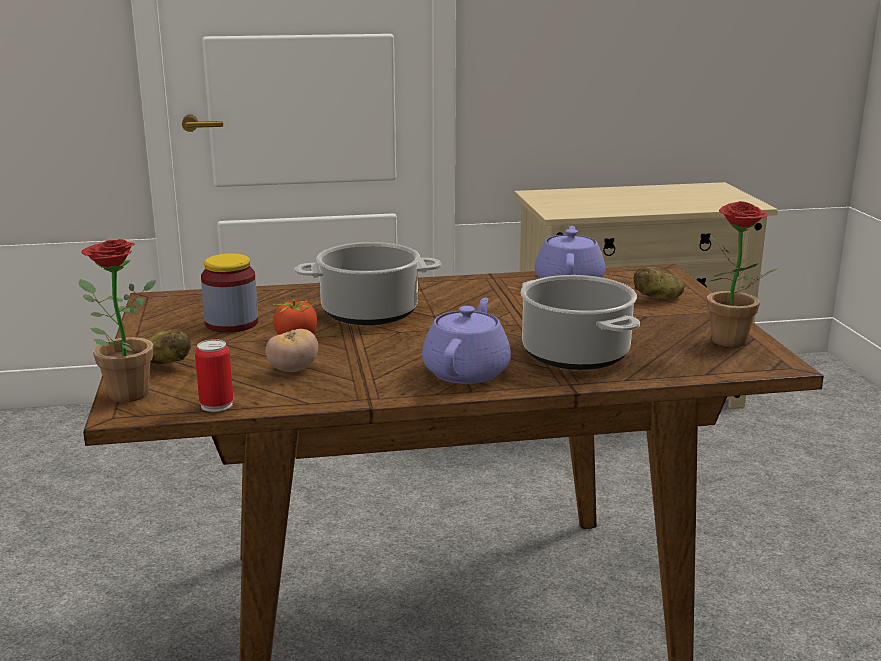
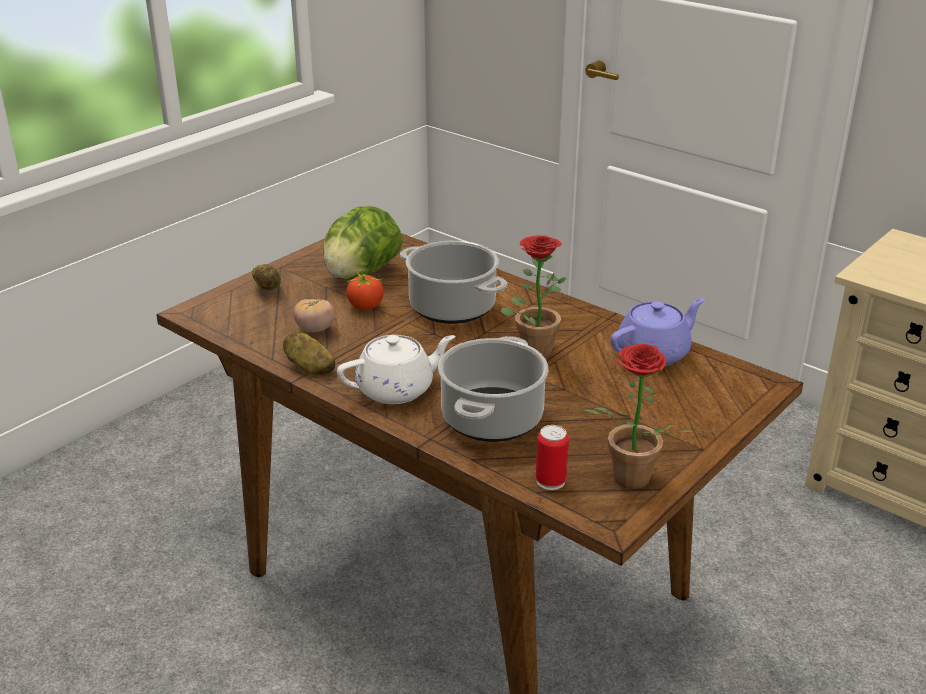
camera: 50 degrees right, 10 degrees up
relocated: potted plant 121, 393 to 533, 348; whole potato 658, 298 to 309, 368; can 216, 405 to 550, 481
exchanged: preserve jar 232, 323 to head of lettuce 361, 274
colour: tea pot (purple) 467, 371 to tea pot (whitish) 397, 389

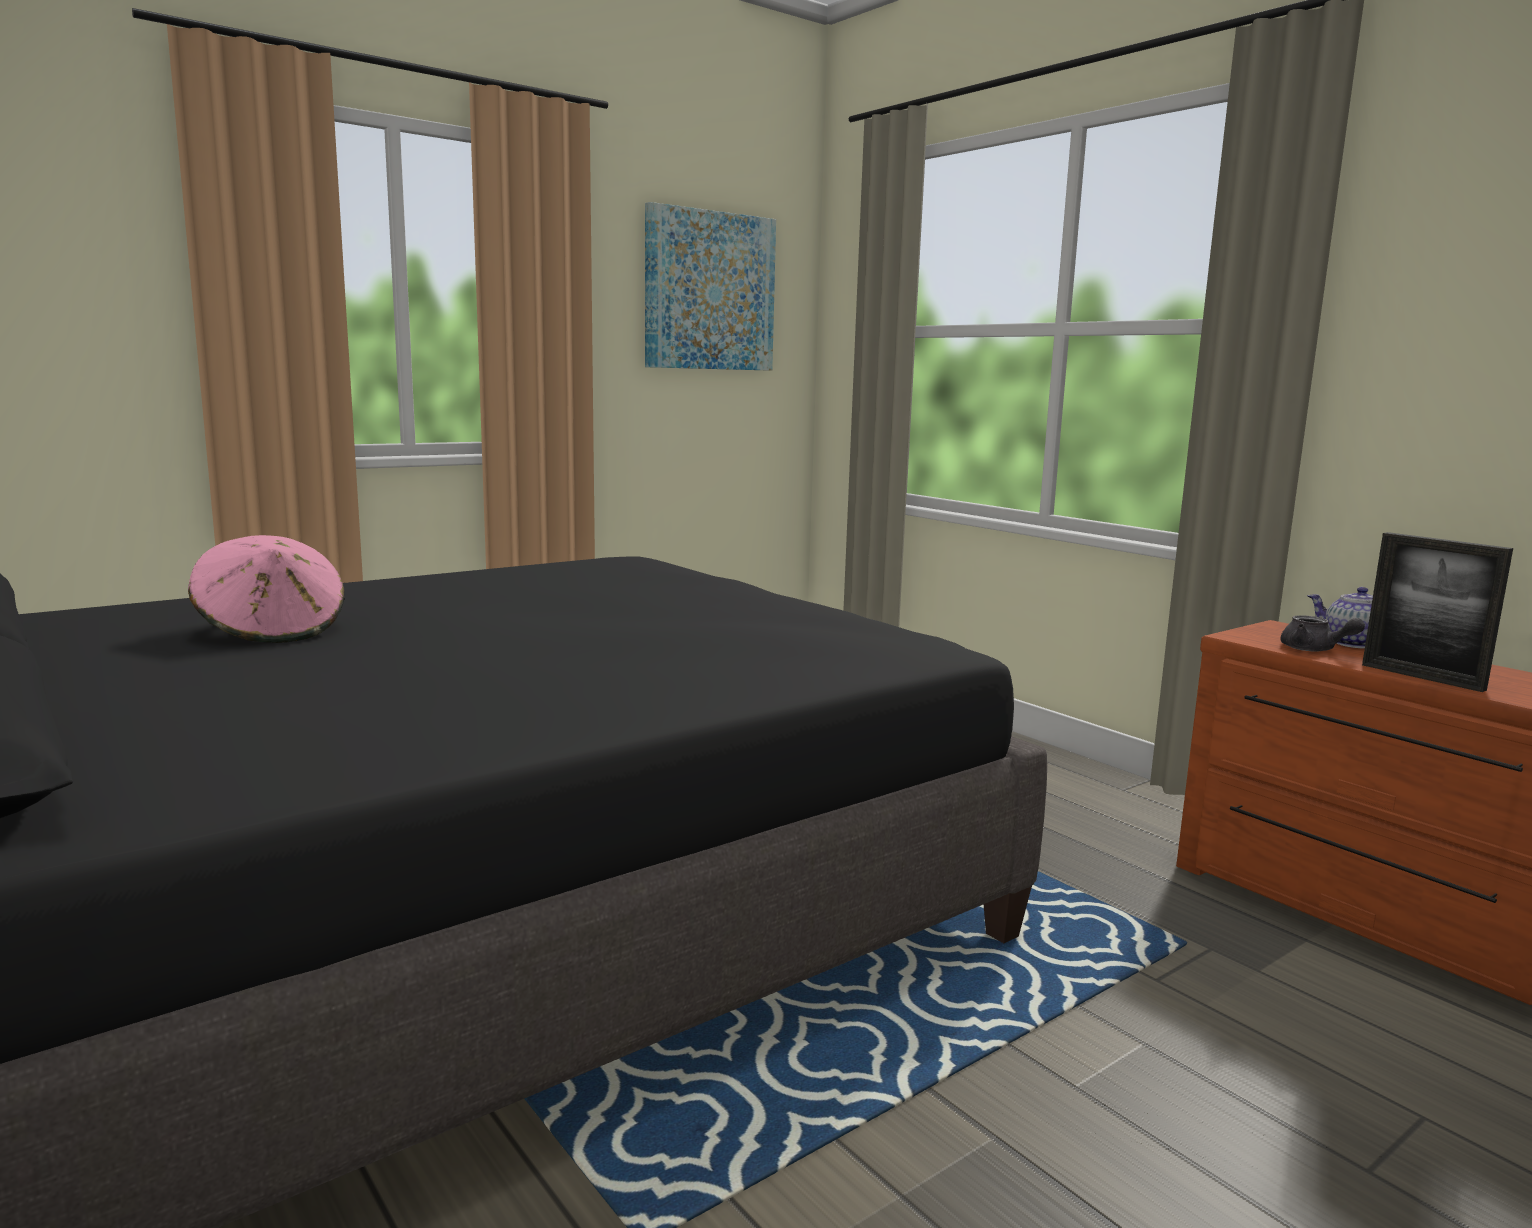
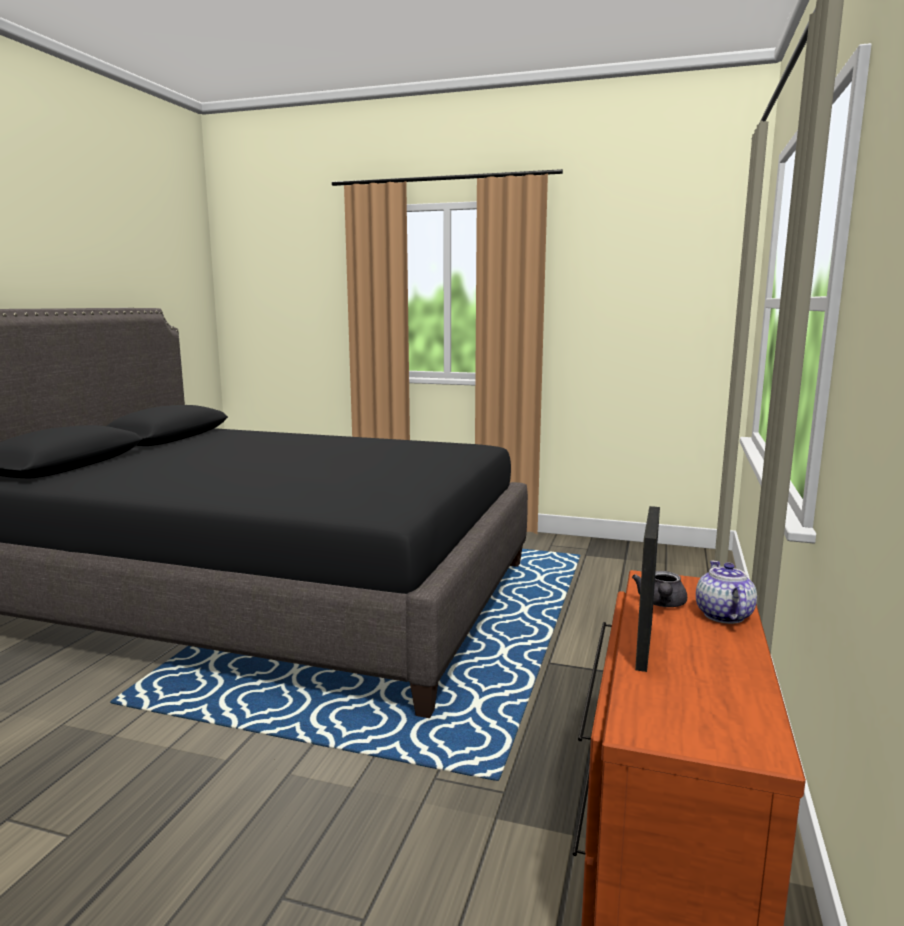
camera: 55 degrees right, 0 degrees up
missing: wall art 709, 291; clothing hat (pinkish) 272, 631

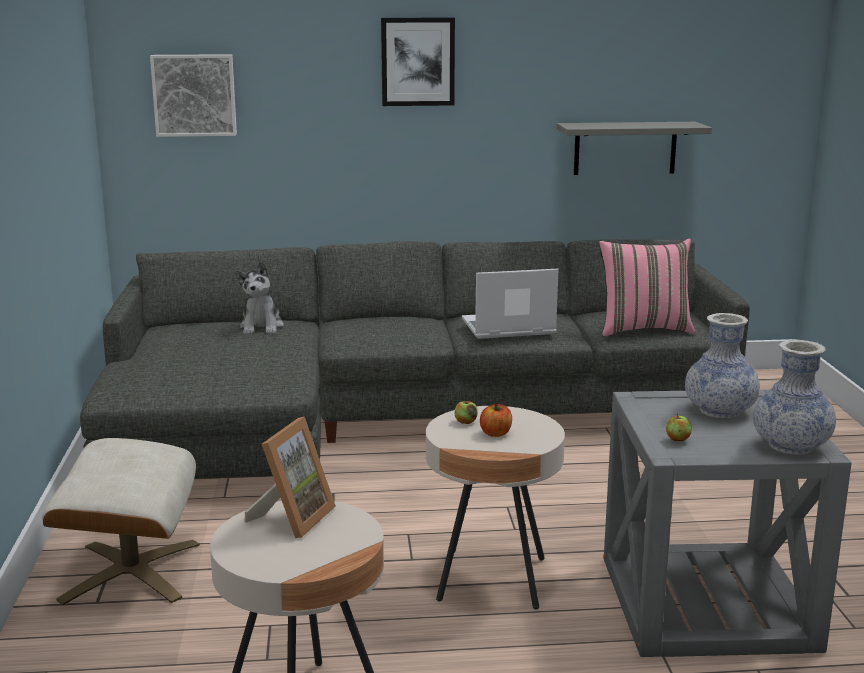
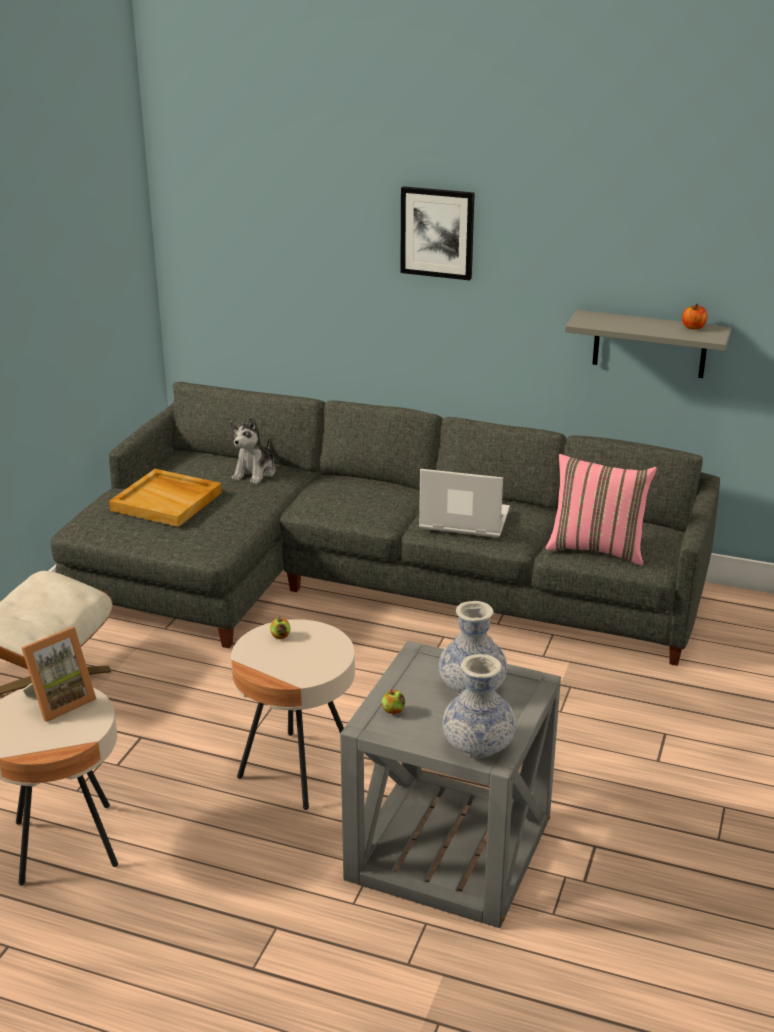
camera: 25 degrees right, 10 degrees up
missing: wall art 194, 95
appeared: carrying tray (beige) 167, 501
relocated: apple fruit 496, 433 to 693, 327

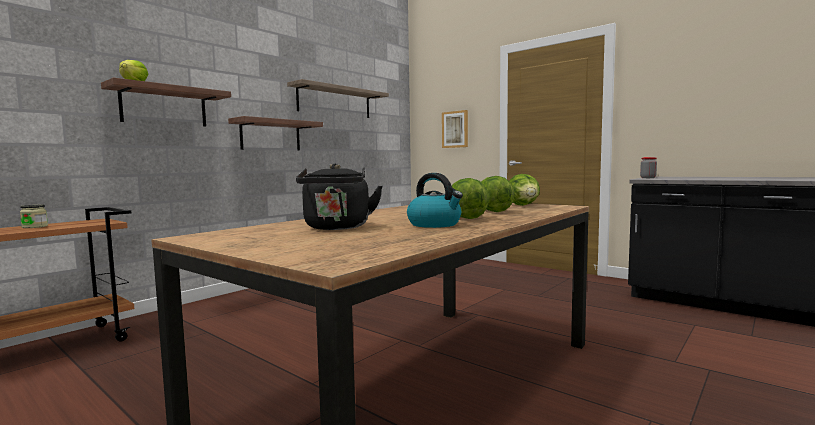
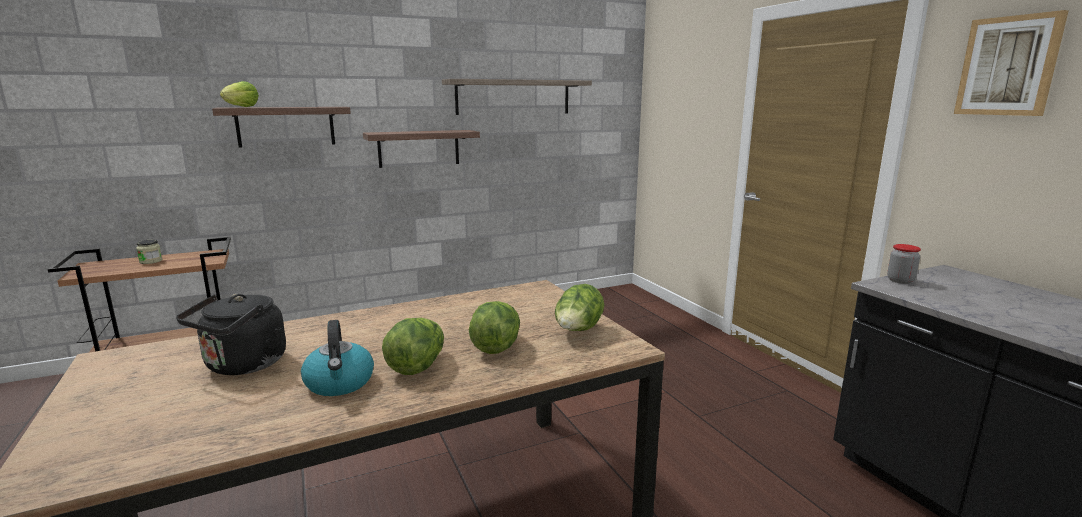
camera: 25 degrees right, 10 degrees up
relocated: wall art 455, 129 to 1008, 66

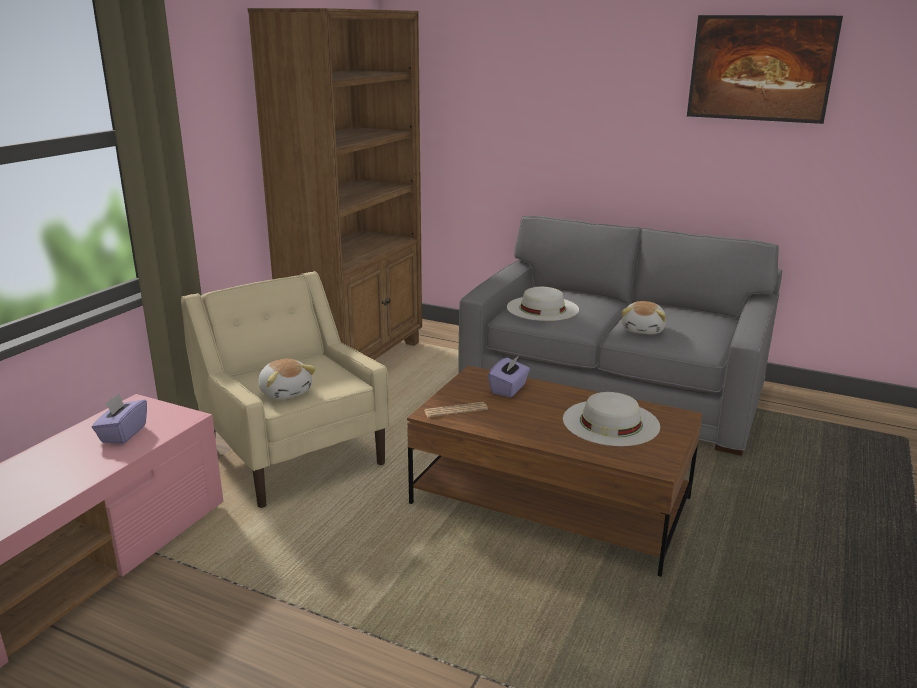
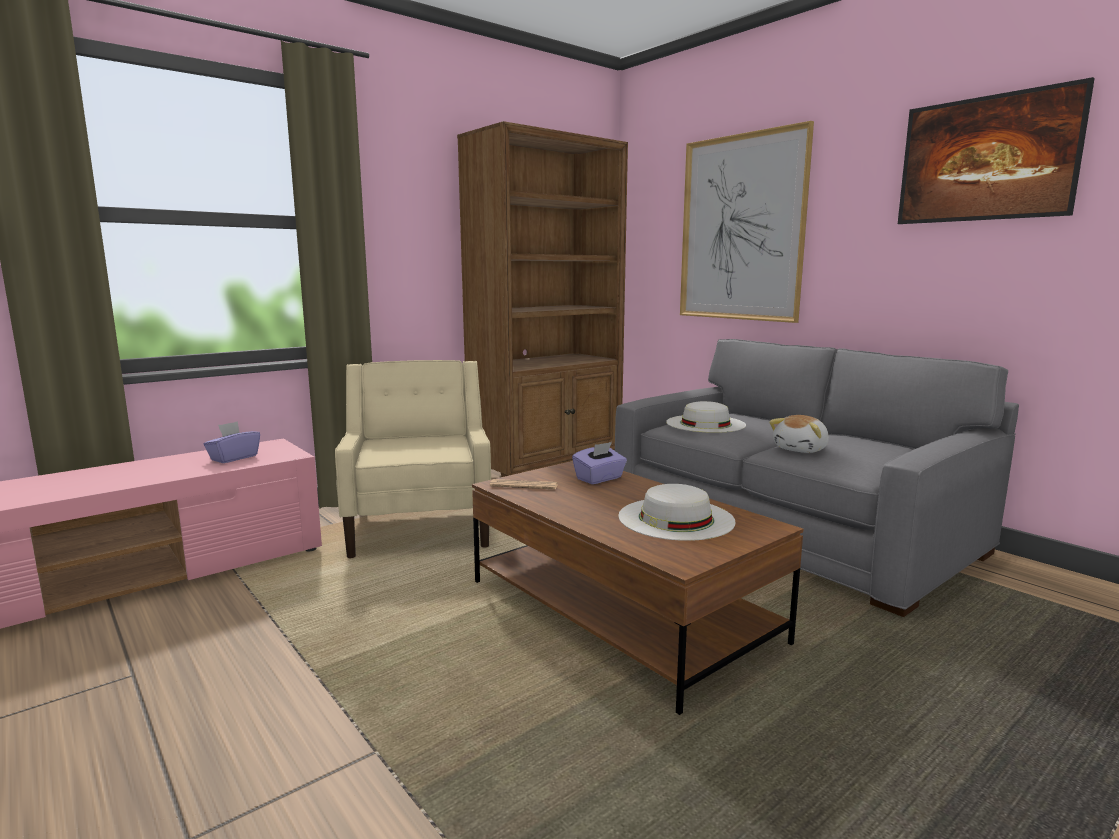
camera: 25 degrees right, 10 degrees down
missing: plush toy 286, 392
appeared: wall art 741, 228

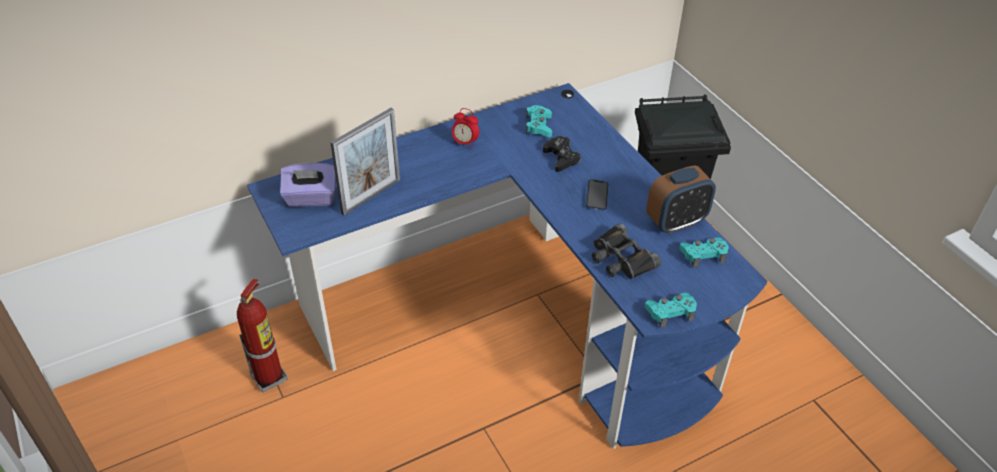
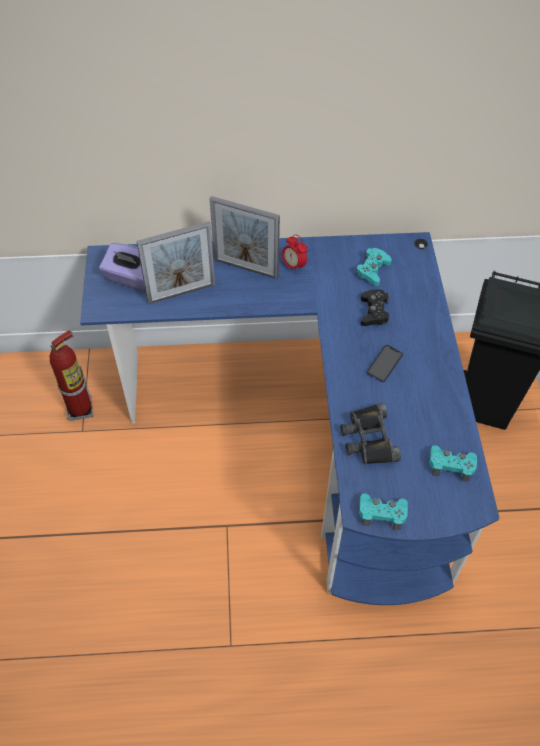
camera: 25 degrees right, 10 degrees up
missing: table clock 676, 222
appeared: photo frame 246, 268

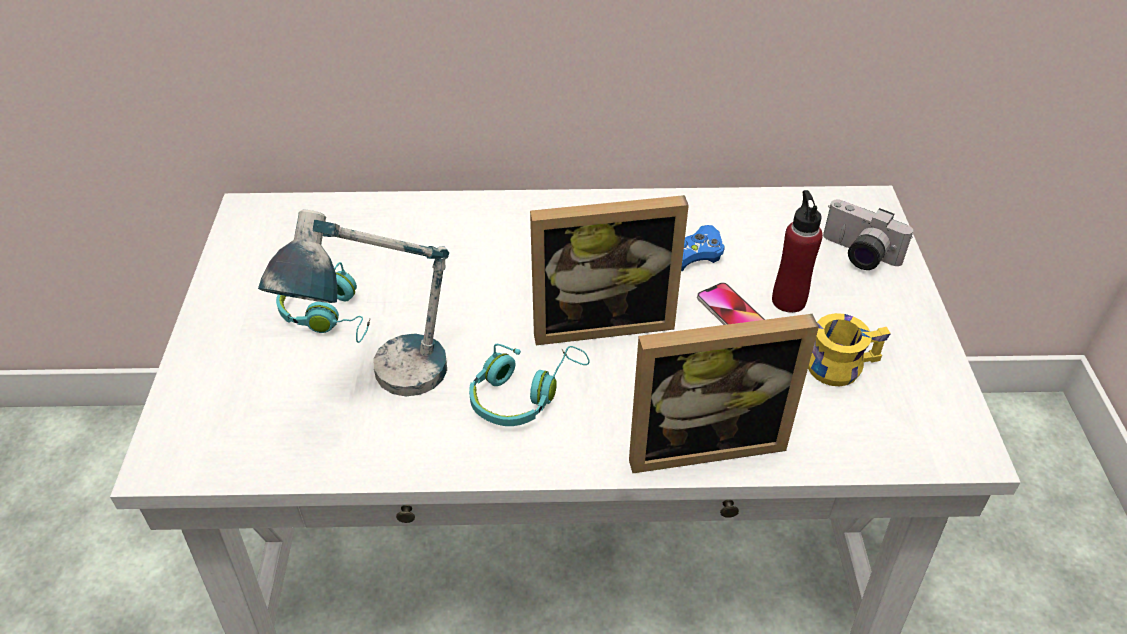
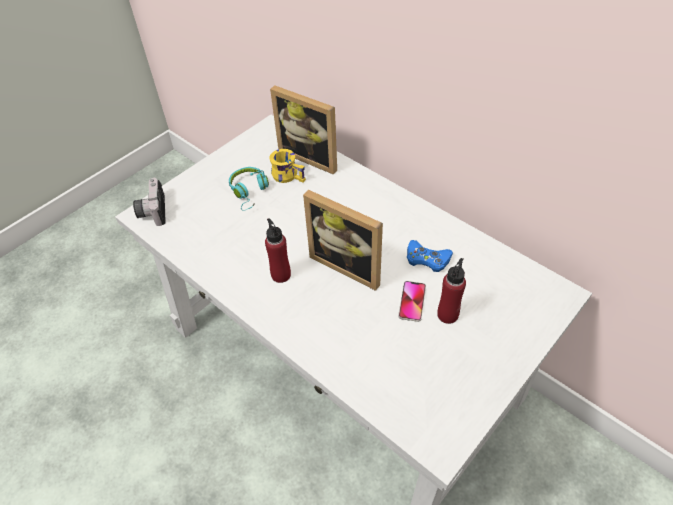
camera: 45 degrees right, 5 degrees up
missing: lamp for a table 383, 385
relocated: still camera 857, 255 to 152, 210; coffee mug (yellowish) 839, 362 to 289, 174; photo frame 702, 440 to 312, 156
exchanged: pair of headphones (turquoise-coloured) 524, 393 to drink bottle (red) 281, 274

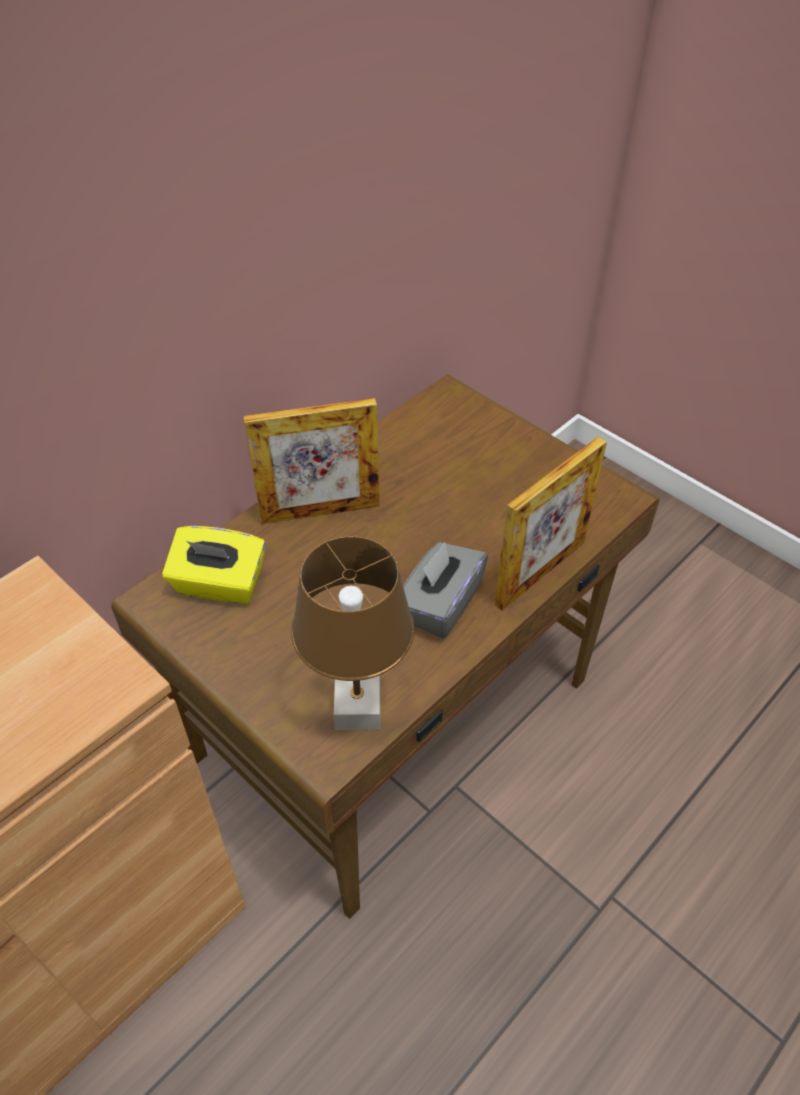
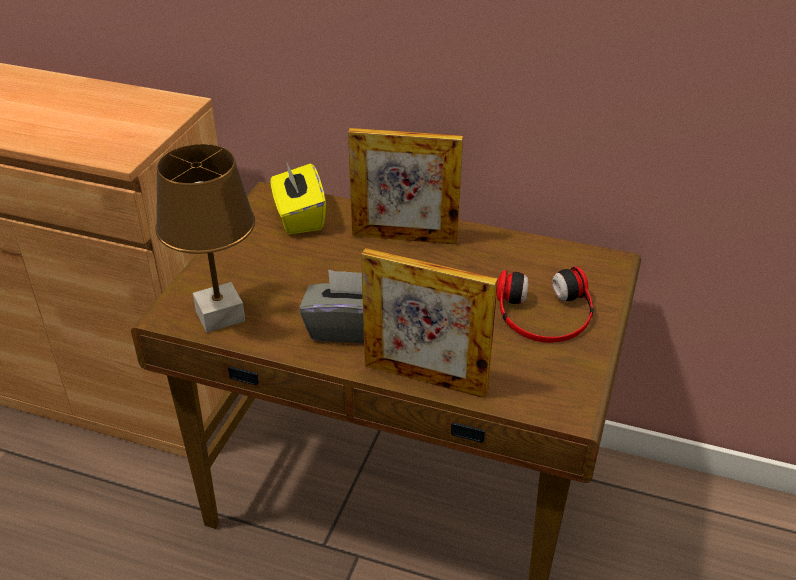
camera: 65 degrees right, 10 degrees down
appeared: pair of headphones 544, 314
spun: photo frame 320, 512 = 404, 237 45 degrees counterclockwise

